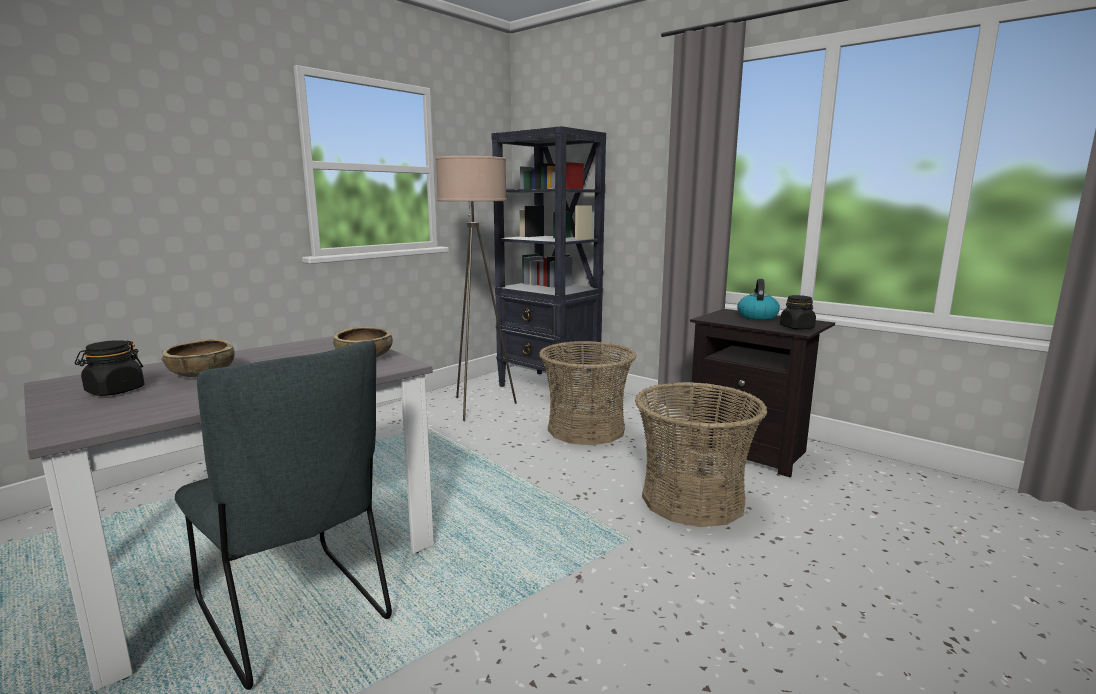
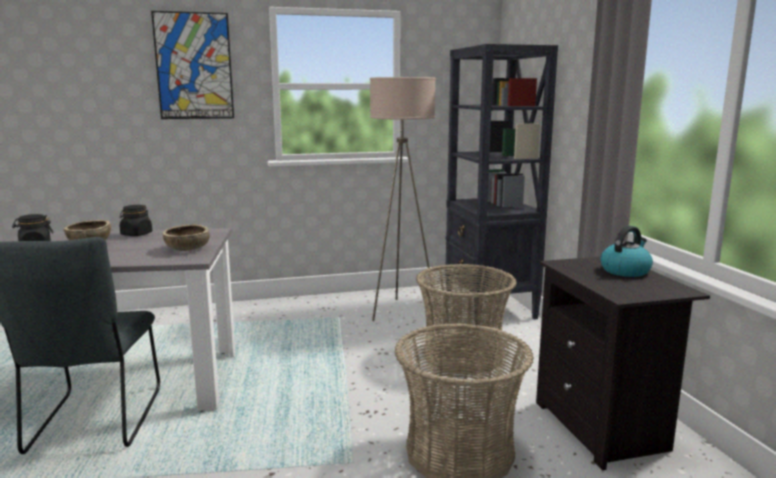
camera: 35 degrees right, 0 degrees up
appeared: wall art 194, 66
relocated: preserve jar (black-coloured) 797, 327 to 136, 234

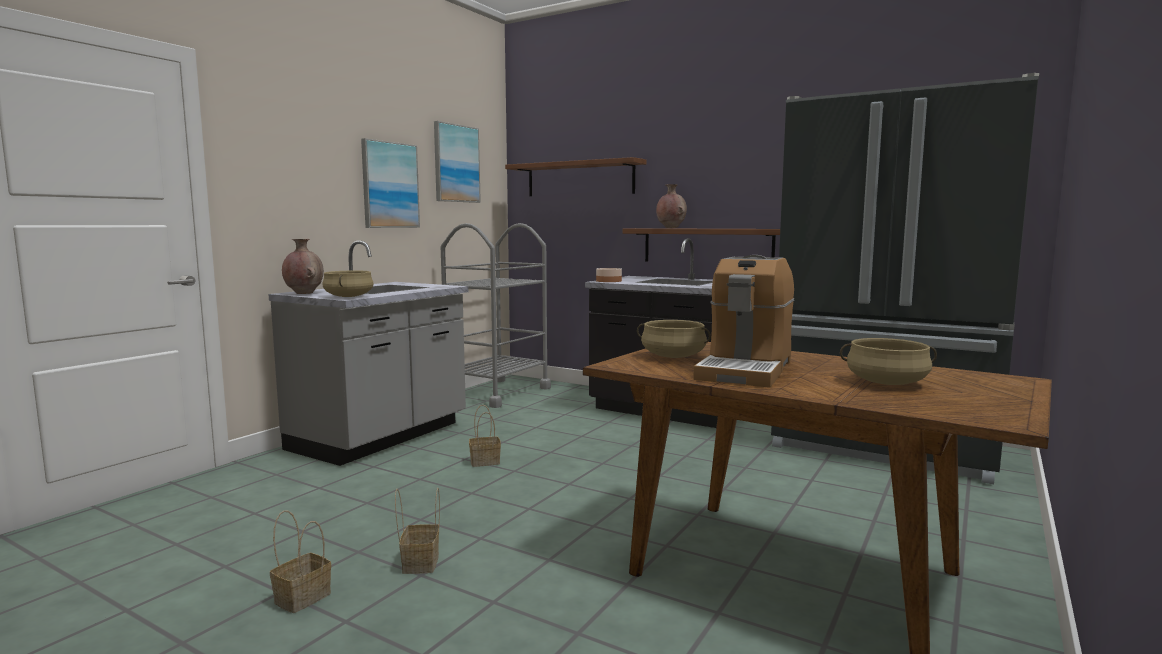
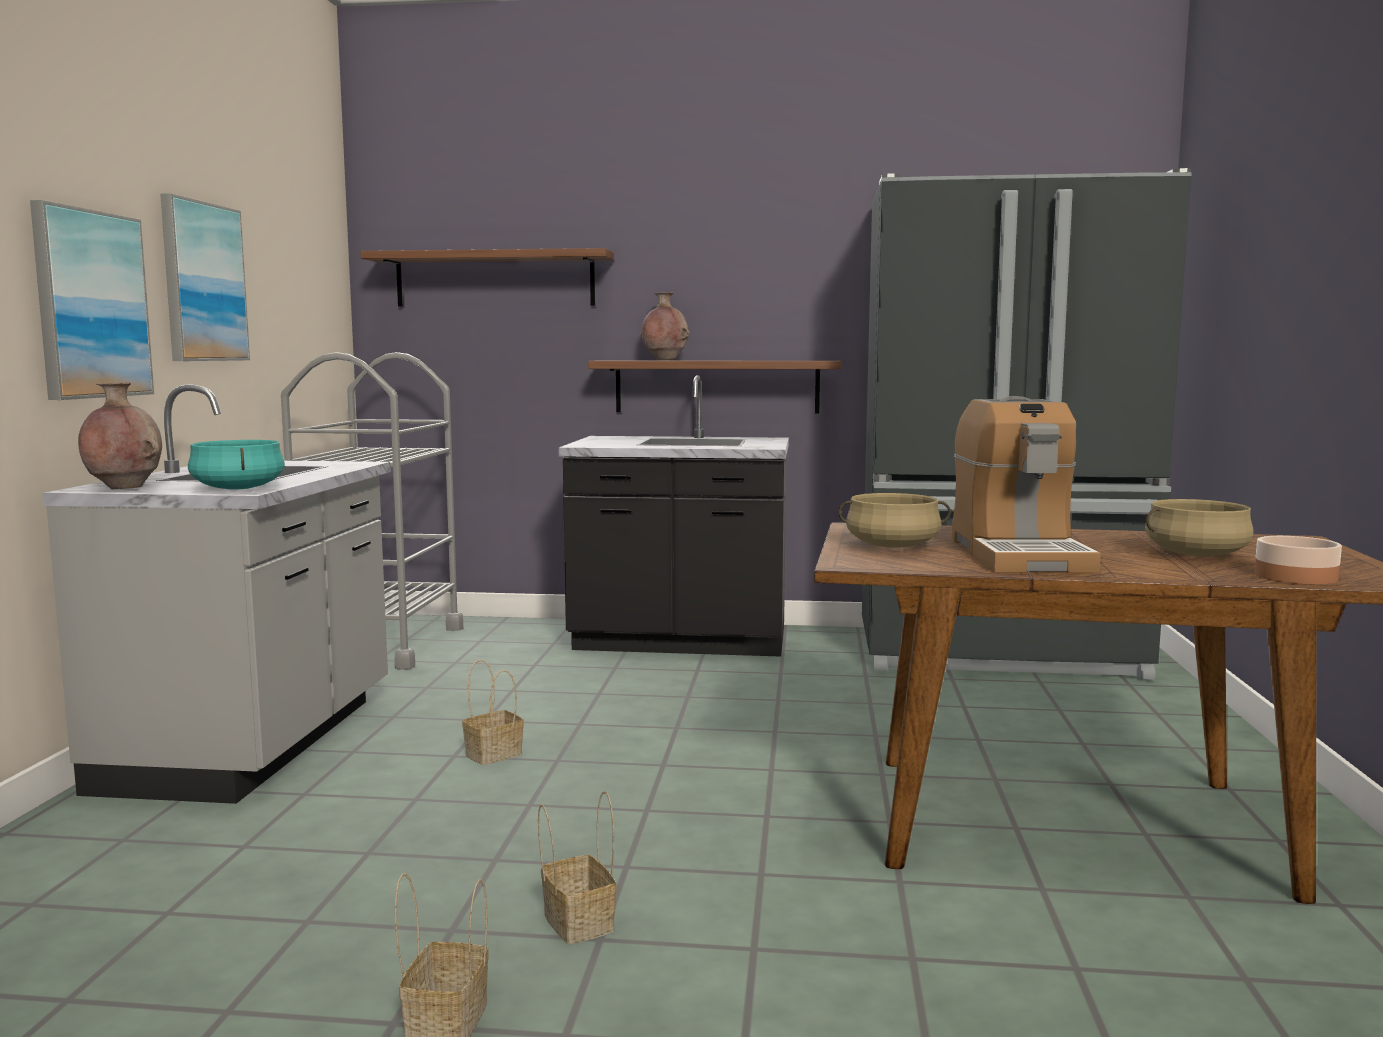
camera: 25 degrees left, 0 degrees up
relocated: wall art 456, 163 to 91, 304; serving bowl 608, 281 to 1294, 577
colour: stockpot (beige) 349, 296 to stockpot (turquoise-coloured) 239, 488

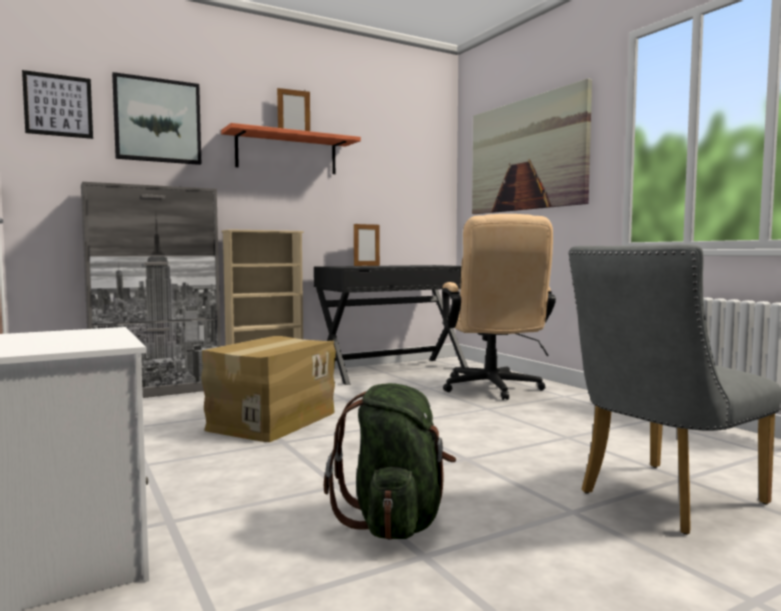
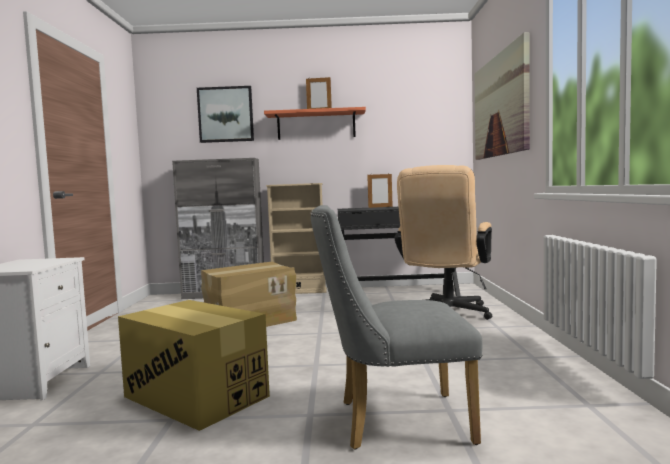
camera: 30 degrees right, 0 degrees up
missing: wall art 58, 105
exchanged: knapsack (greenish) 395, 521 to packing box 195, 396

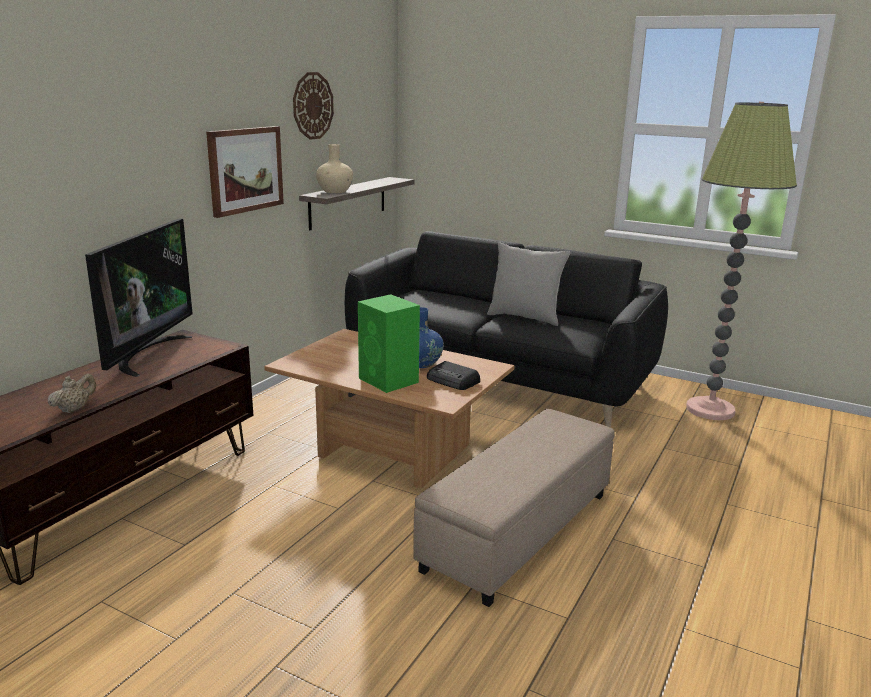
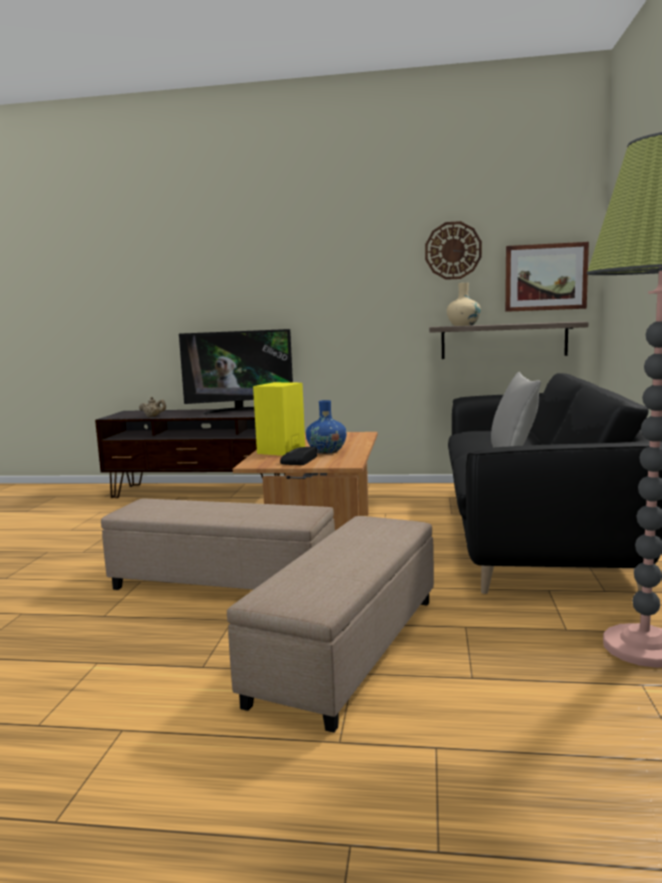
camera: 70 degrees right, 10 degrees down
appeared: pouffe (beige) 350, 648
relocated: wall art 245, 170 to 545, 277
colour: audio speaker (greenish) 389, 381 to audio speaker (yellowish) 280, 451

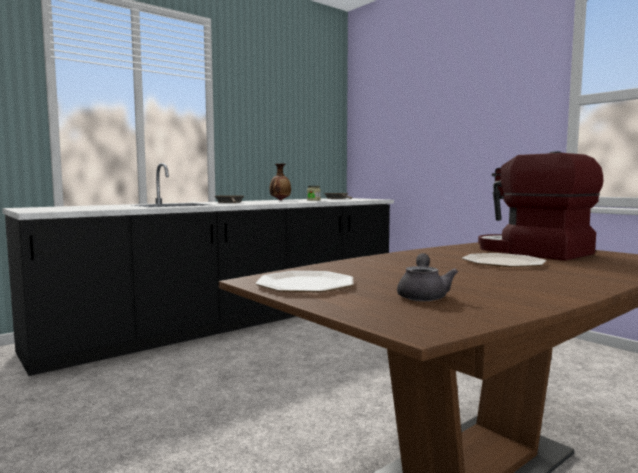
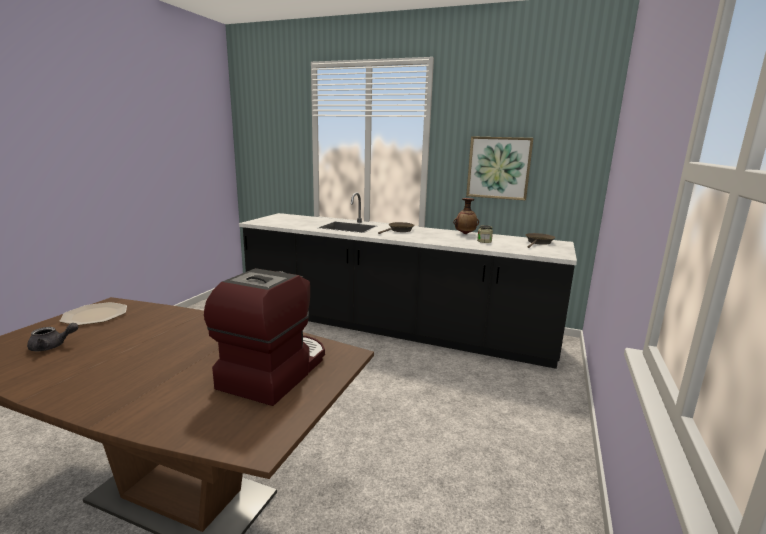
camera: 60 degrees right, 10 degrees up
missing: dinner plate 504, 262
appeared: wall art 498, 168

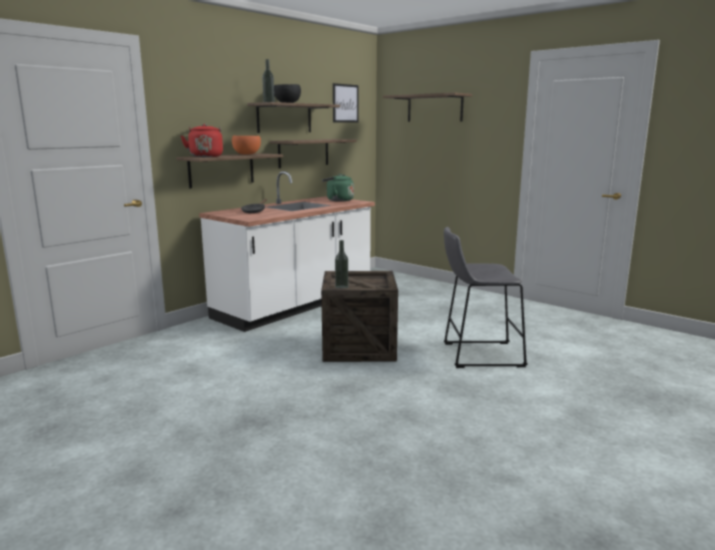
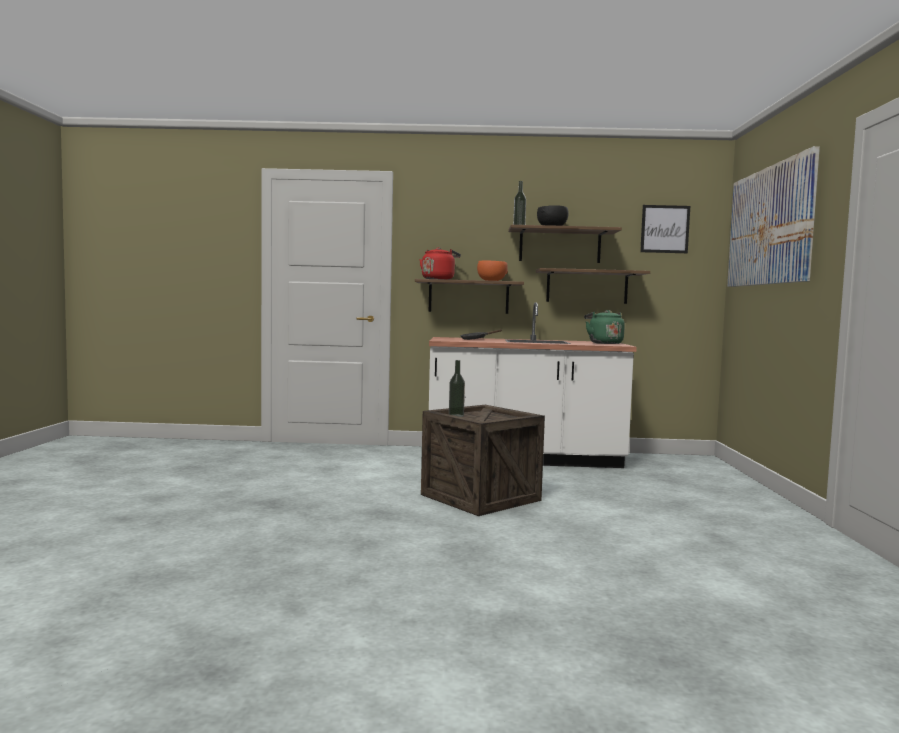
camera: 50 degrees right, 10 degrees down
missing: stool seat (greyish) 477, 354
exchanged: bracket shelf 434, 108 to wall art 770, 226

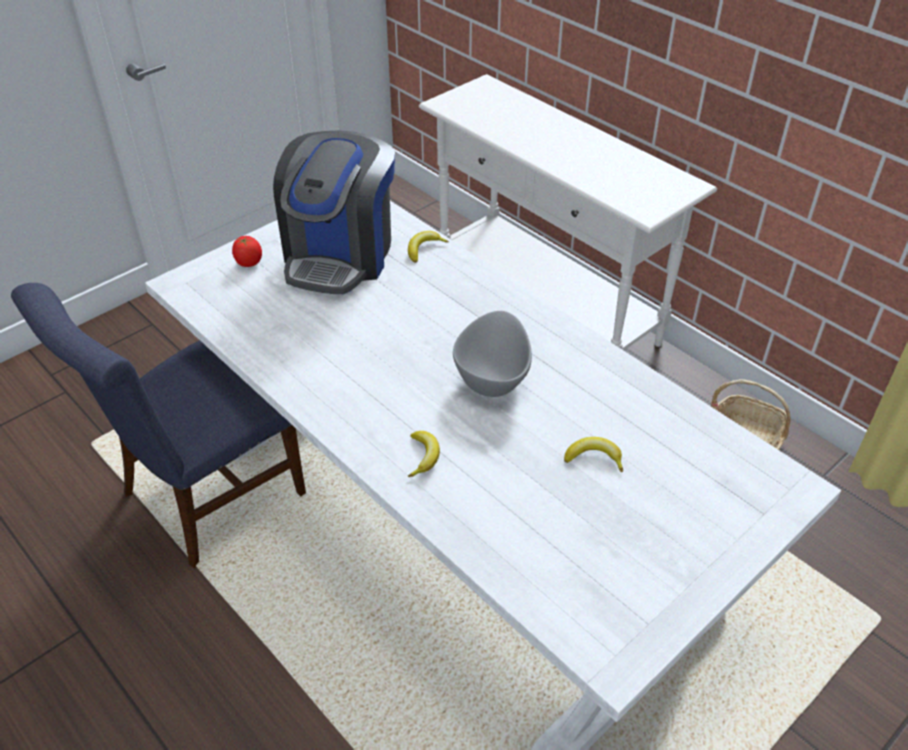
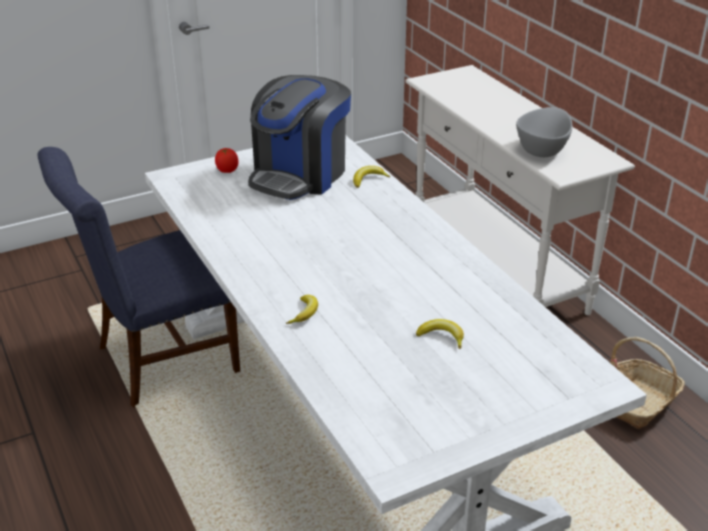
camera: 15 degrees right, 10 degrees down
relocated: serving bowl (greyish) 493, 376 to 543, 149

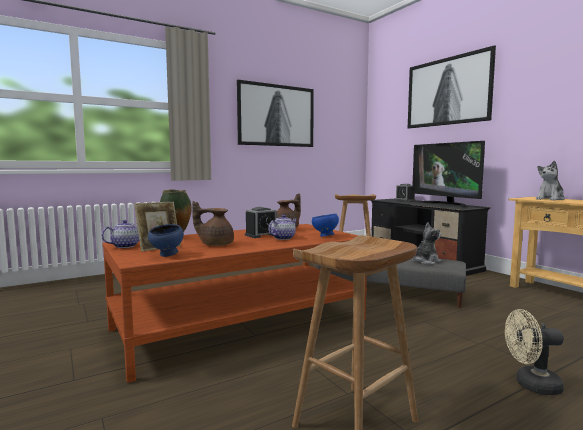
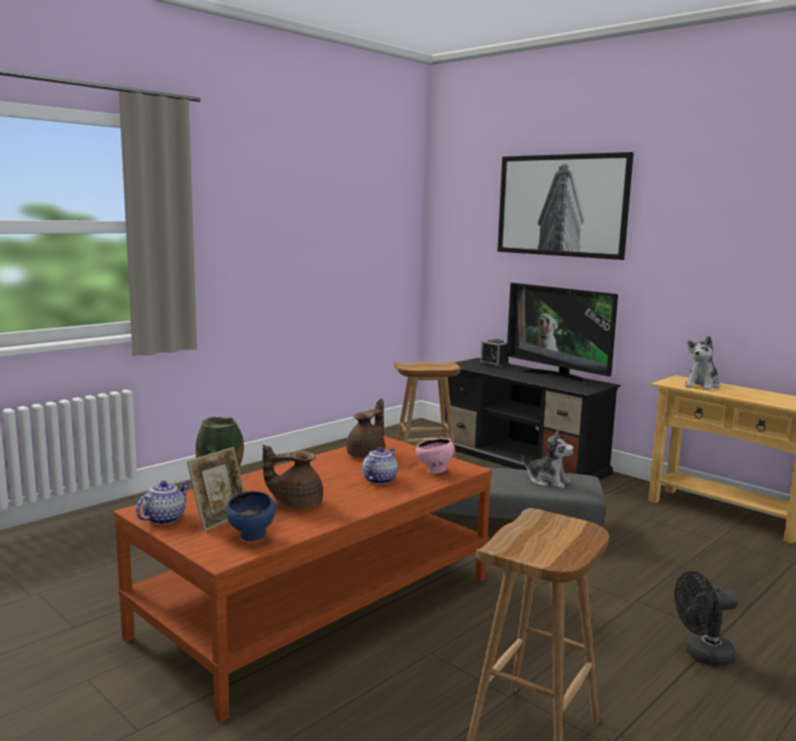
camera: 15 degrees left, 5 degrees up
missing: wall art 276, 115; table clock 261, 235
colour: serving bowl (blue) 325, 236 to serving bowl (pinkish) 434, 472; cooling fan (beige) 531, 385 to cooling fan (black-coloured) 702, 655
spun: plush toy 424, 261 = 548, 481 75 degrees clockwise

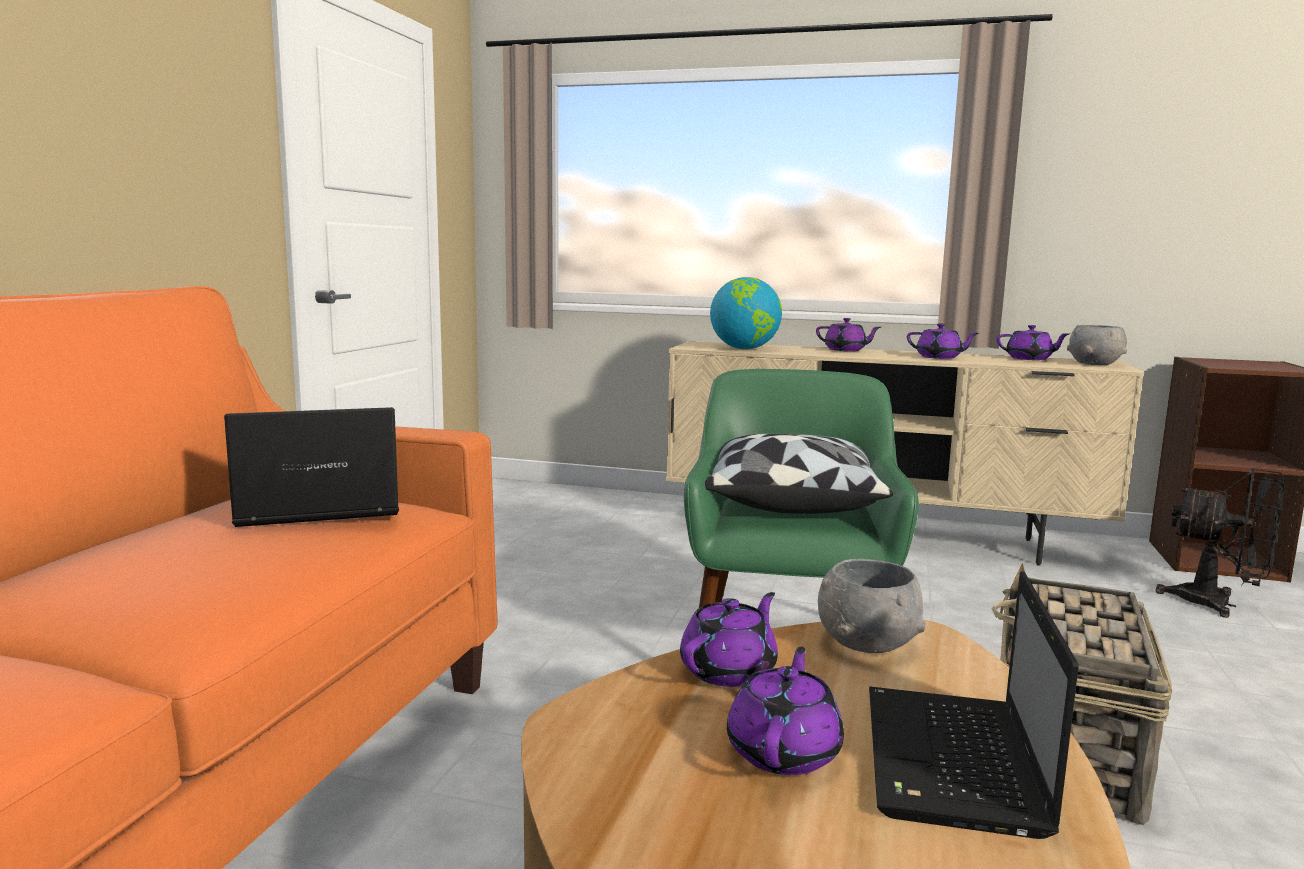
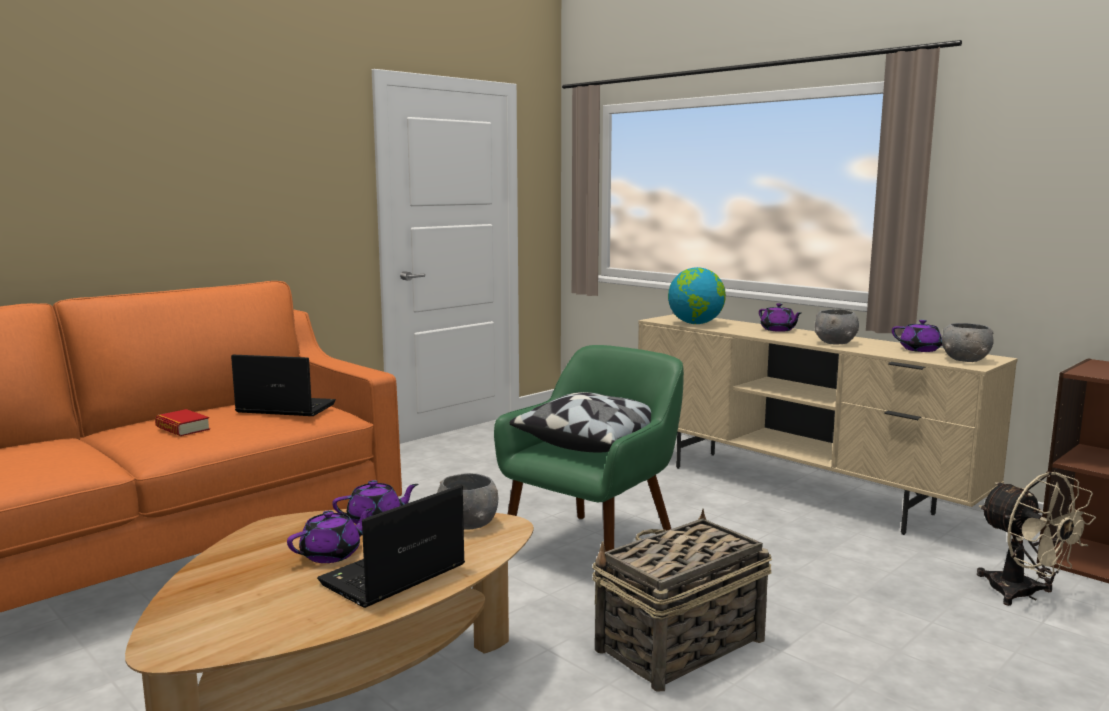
camera: 30 degrees right, 0 degrees up
appeared: volume 182, 428
exchanged: tea pot (purple) 939, 357 to serving bowl (greyish) 836, 343
colour: cooling fan (black-coloured) 1218, 604 to cooling fan (beige) 1023, 595

